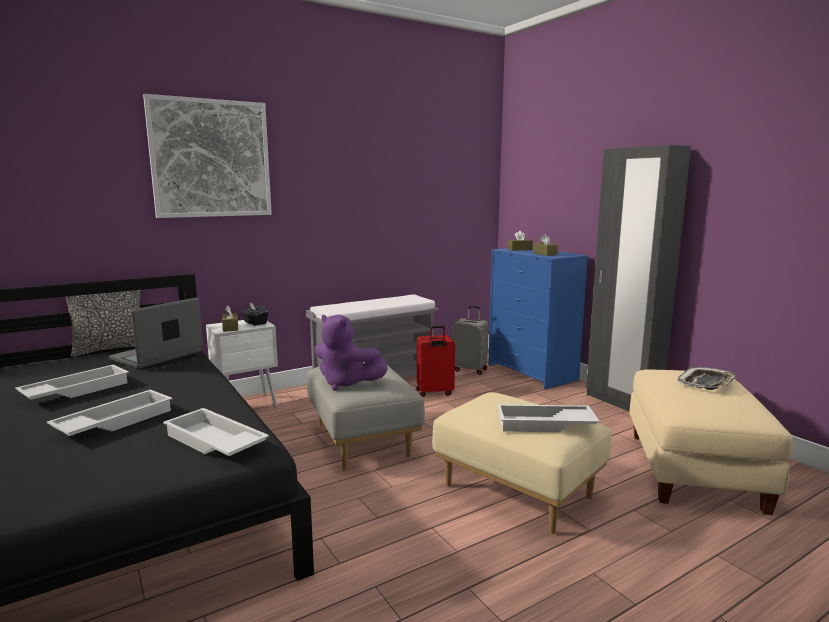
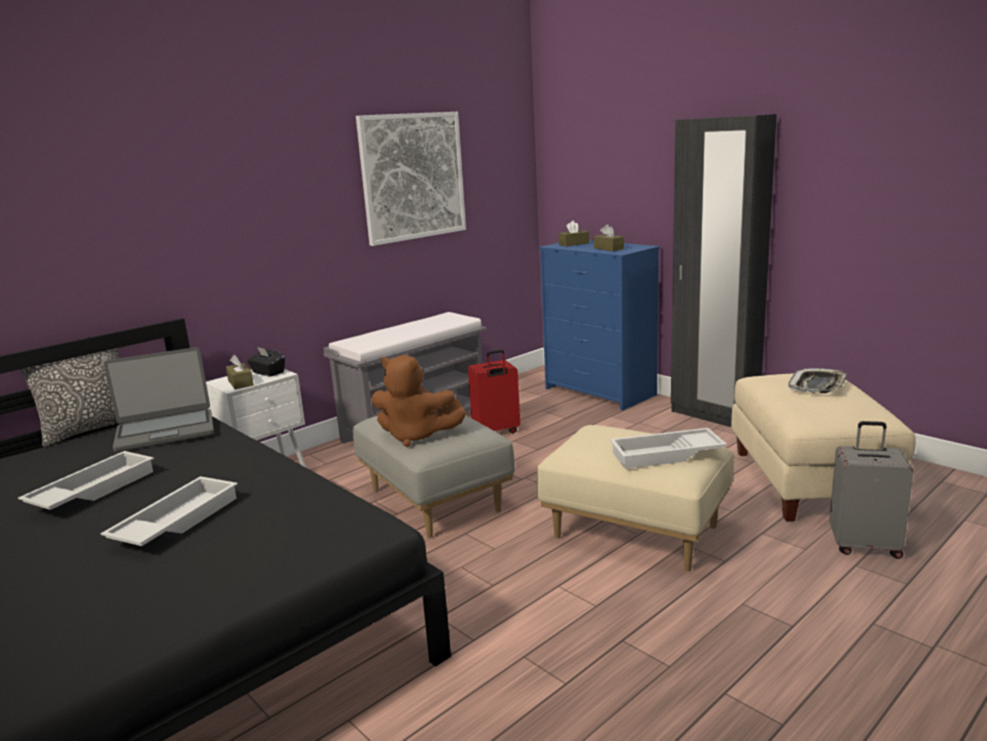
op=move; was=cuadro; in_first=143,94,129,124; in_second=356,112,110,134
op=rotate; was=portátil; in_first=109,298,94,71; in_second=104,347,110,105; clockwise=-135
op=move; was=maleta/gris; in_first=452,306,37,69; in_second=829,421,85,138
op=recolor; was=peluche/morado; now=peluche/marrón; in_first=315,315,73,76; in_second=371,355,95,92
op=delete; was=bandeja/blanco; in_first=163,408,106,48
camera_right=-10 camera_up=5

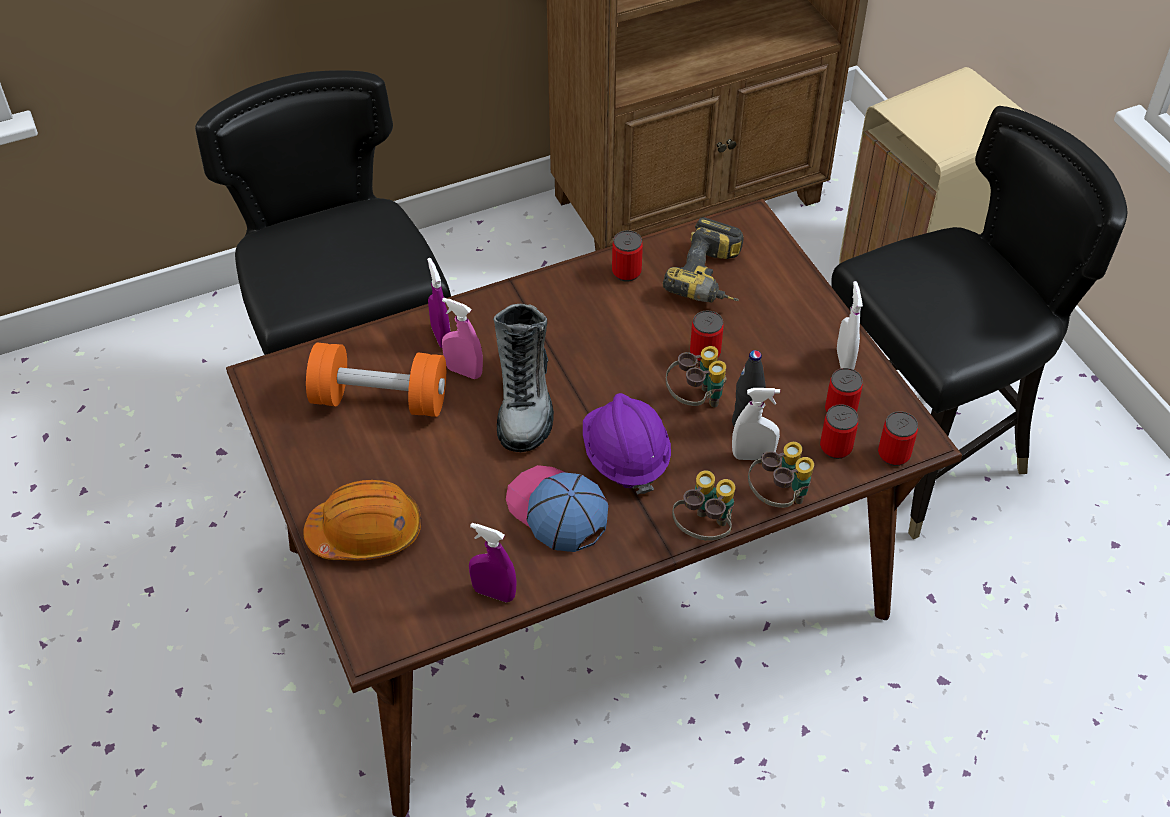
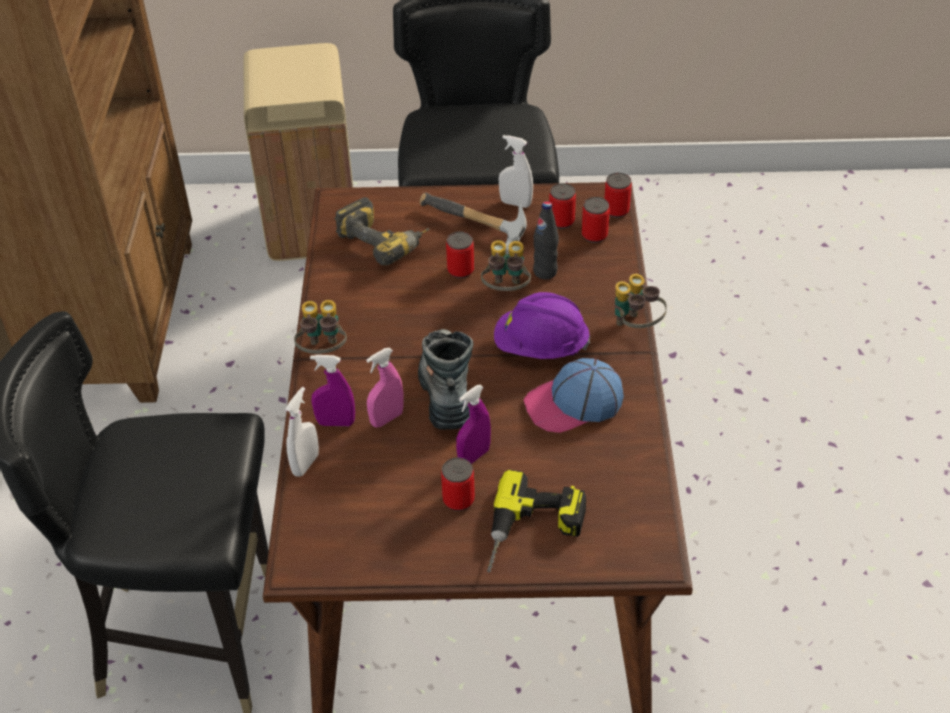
op=move; was=lata; in_first=612,230,31,52; in_second=441,458,34,53
op=rotate; was=bota; in_first=493,304,61,148; in_second=418,329,55,101; clockwise=-120
op=delete; was=mancuerna/naranja; in_first=306,342,140,75
op=move; was=pulverizador/blanco; in_first=732,388,48,72; in_second=285,387,34,90
op=move; was=prismáticos; in_first=748,442,66,66; in_second=294,300,53,54
op=replace; was=casco/naranja; now=taladro; in_first=303,480,118,81; in_second=487,470,99,102
op=move; was=pulverizador/morado; in_first=469,523,47,80; in_second=456,385,35,79
op=insert; now=martillo; in_second=420,193,107,62
camera_right=-65 camera_up=-5

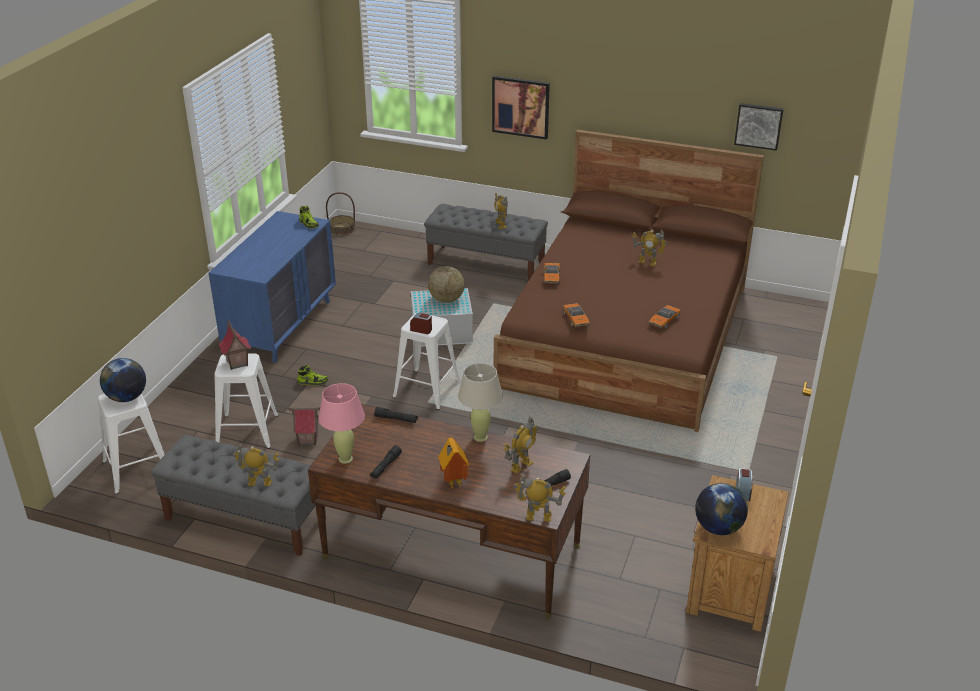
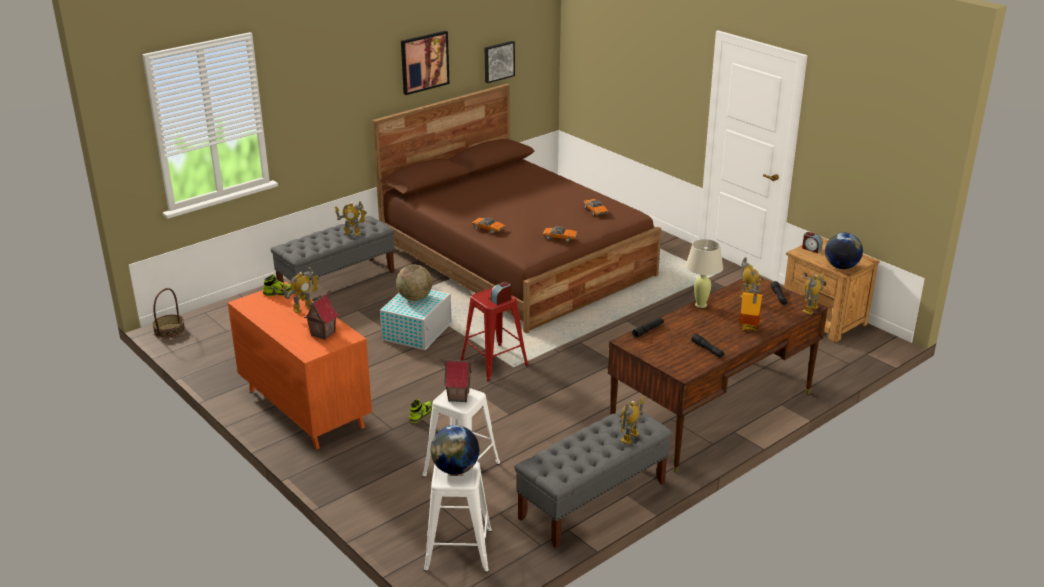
op=move; was=cuadro; in_first=492,76,58,64; in_second=401,31,49,64
op=recolor; was=cómoda/azul; now=cómoda/naranja; in_first=209,211,127,152; in_second=228,282,144,167
op=move; was=robot de juguete; in_first=632,230,36,37; in_second=282,266,38,47
op=recolor; was=taburete/blanco; now=taburete/rojo; in_first=393,312,68,98; in_second=460,287,69,95
op=delete; was=lámpara de mesa/rosa; in_first=318,383,47,81
op=move; was=casita; in_first=288,407,32,39; in_second=304,290,35,50
camera_right=-60 camera_up=-5

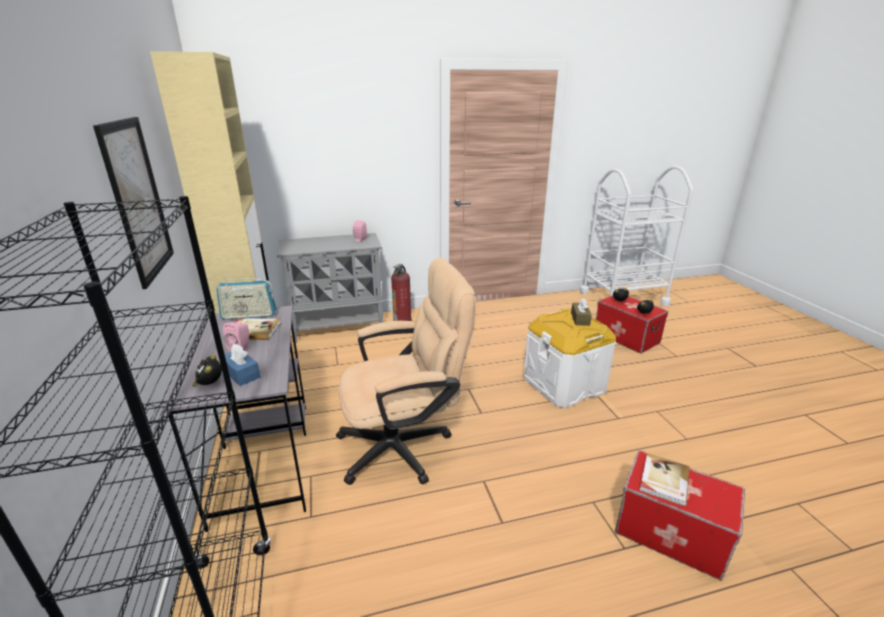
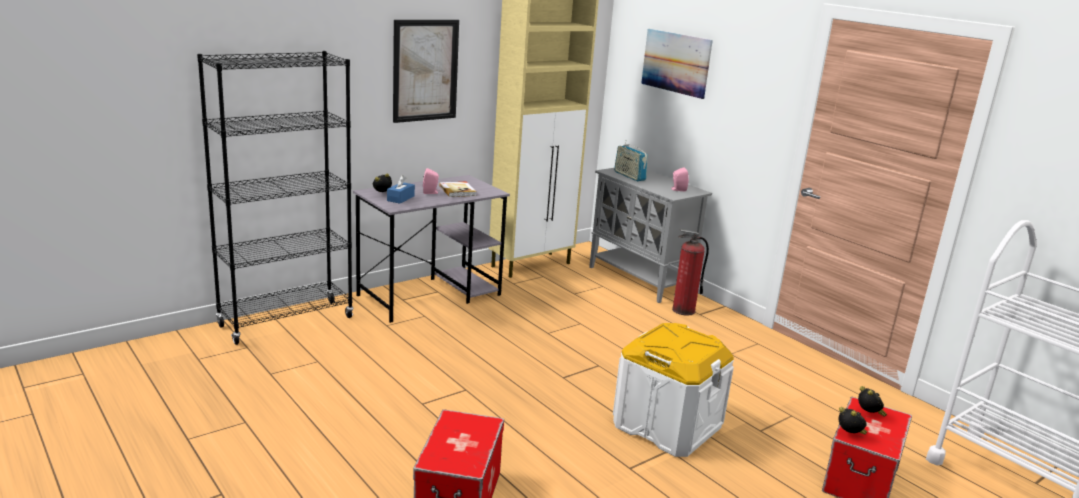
op=delete; was=silla de oficina/beis; in_first=336,258,140,227
op=move; was=radio; in_first=217,276,59,44; in_second=614,140,34,41
op=delete; was=caja de pañuelos/marrón; in_first=571,298,21,28
op=delete; was=libro; in_first=639,453,51,53
op=insert; now=cuadro; in_second=641,29,72,70
camera_right=65 camera_up=-5

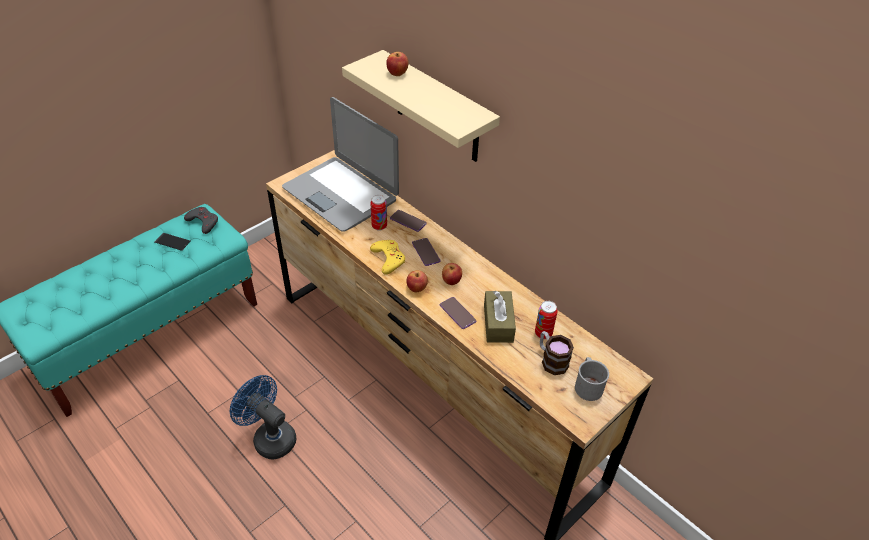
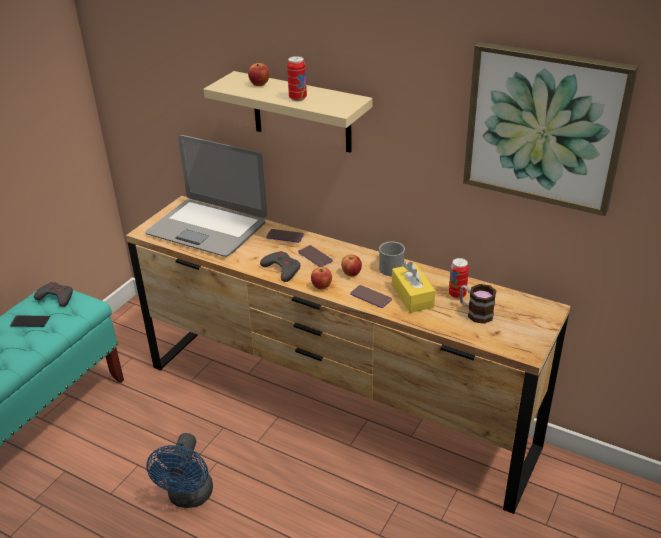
op=move; was=lata; in_first=370,195,17,36; in_second=287,56,20,45
op=recolor; was=mando de consola/amarillo; now=mando de consola/gris; in_first=370,240,35,35; in_second=260,251,40,31
op=recolor; was=caja de pañuelos/marrón; now=caja de pañuelos/amarillo; in_first=484,291,32,52; in_second=392,262,43,51
op=move; was=taza grande/gris; in_first=575,357,34,44; in_second=379,241,26,35
op=rotate; was=ventilador/azul; in_first=230,375,67,84; in_second=146,433,67,75; clockwise=-105
op=insert; now=cuadro; in_second=463,42,175,174
camera_right=-15 camera_up=-10

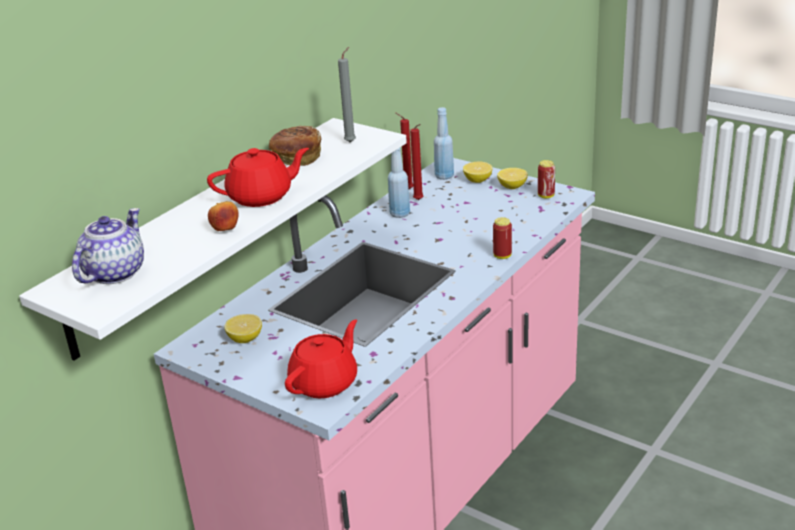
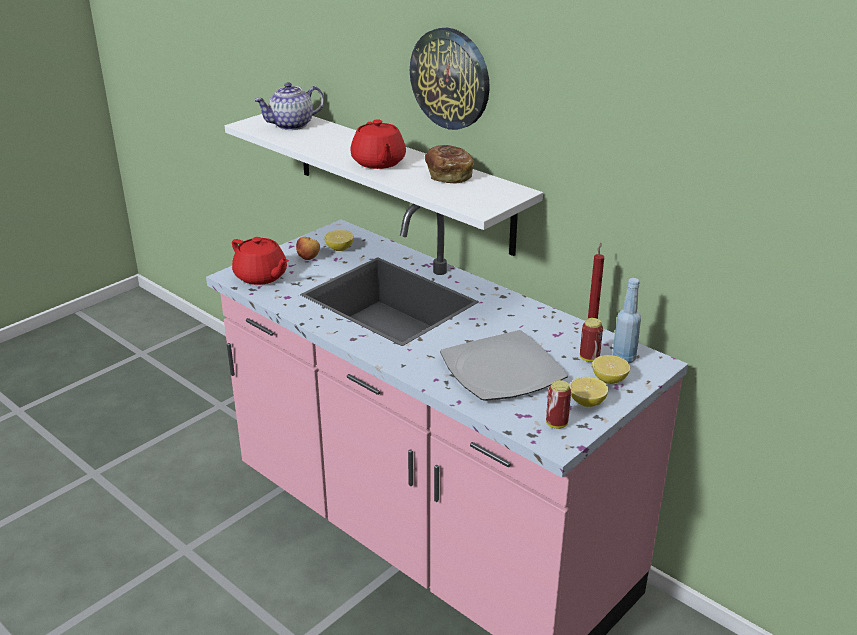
op=delete; was=vela/gris; in_first=338,47,18,96
op=delete; was=vela/rojo; in_first=410,124,14,76
op=delete; was=botella/azul; in_first=388,148,22,70
op=move; was=manzana; in_first=208,201,30,30; in_second=296,237,24,23
op=rotate; was=tetera; in_first=72,208,72,76; in_second=254,82,70,48; clockwise=120
op=move; was=lata; in_first=493,217,19,42; in_second=580,318,23,44
op=insert; now=reloj de pared; in_second=410,28,80,102
op=insert; now=plato; in_second=440,330,128,71
camera_right=95 camera_up=0

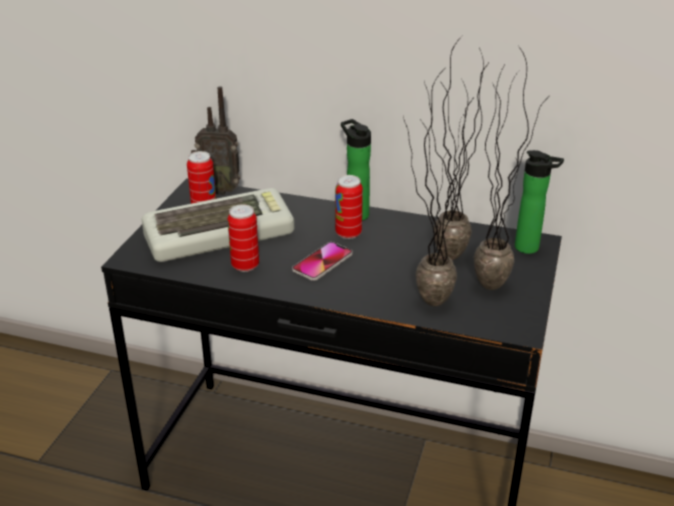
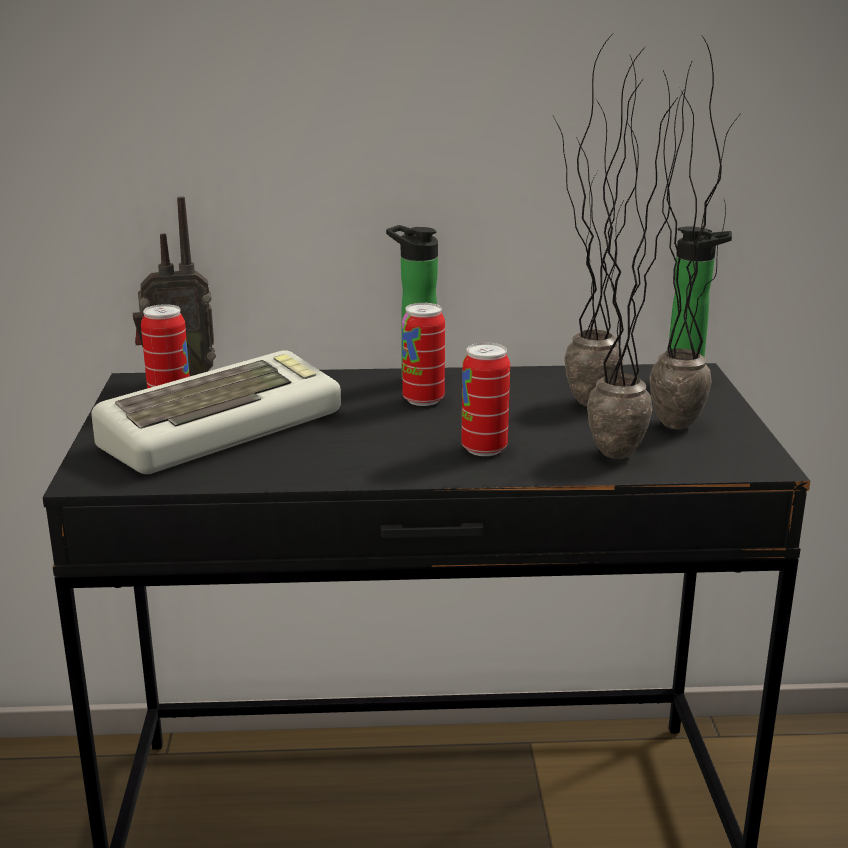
op=move; was=lata; in_first=228,204,31,68; in_second=461,343,49,113
op=delete; was=móvil; in_first=292,242,61,39
camera_right=-20 camera_up=-10

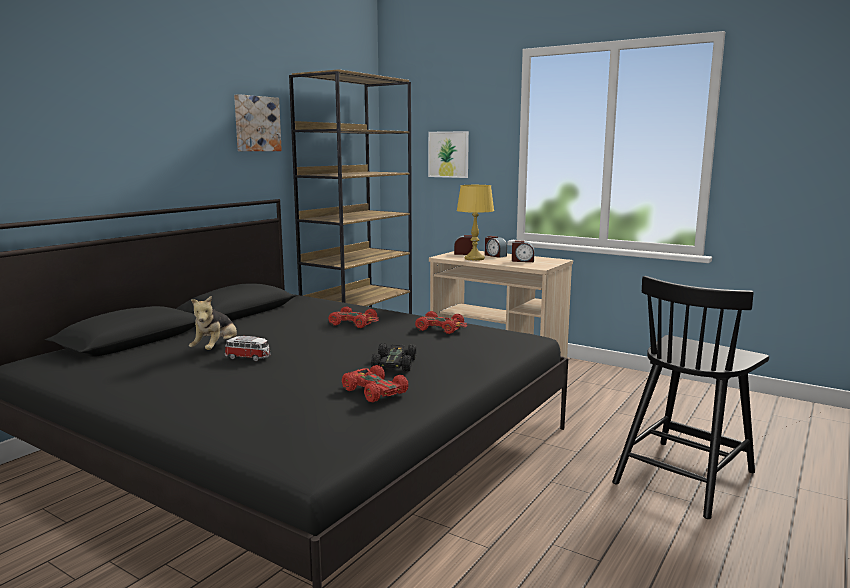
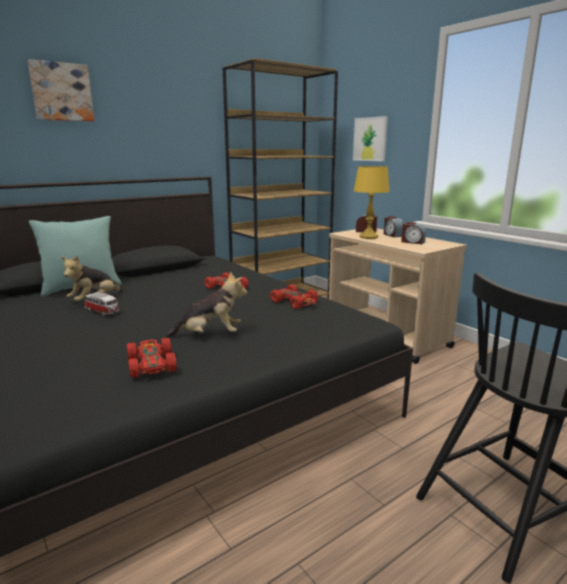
op=move; was=cuadro; in_first=234,94,48,57; in_second=28,59,66,62
op=replace; was=coche de juguete/negro; now=peluche; in_first=371,343,46,29; in_second=166,272,81,66
op=insert; now=cojín/turquesa; in_second=29,216,93,80
camera_right=20 camera_up=5

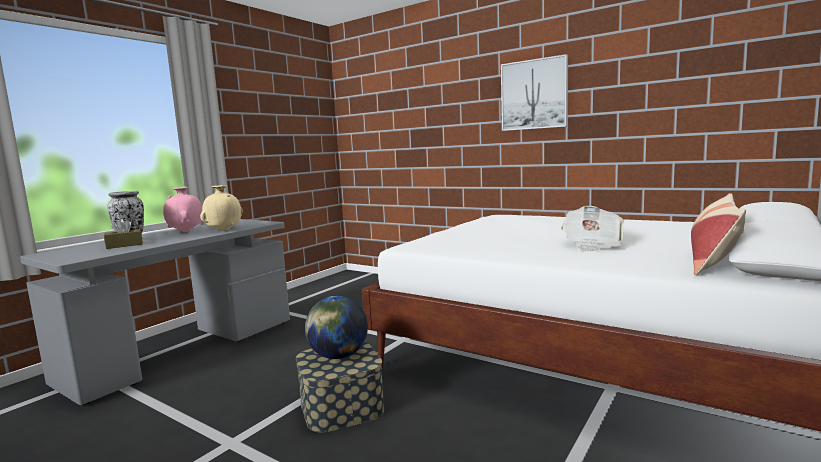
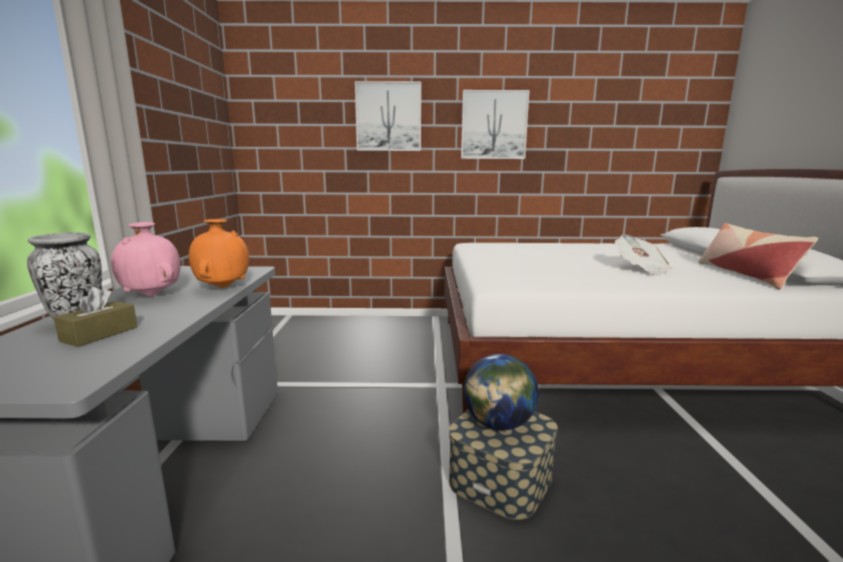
op=recolor; was=florero/beis; now=florero/naranja; in_first=200,185,43,46; in_second=189,219,60,69
op=insert; now=cuadro; in_second=355,81,66,70
camera_right=-35 camera_up=5

